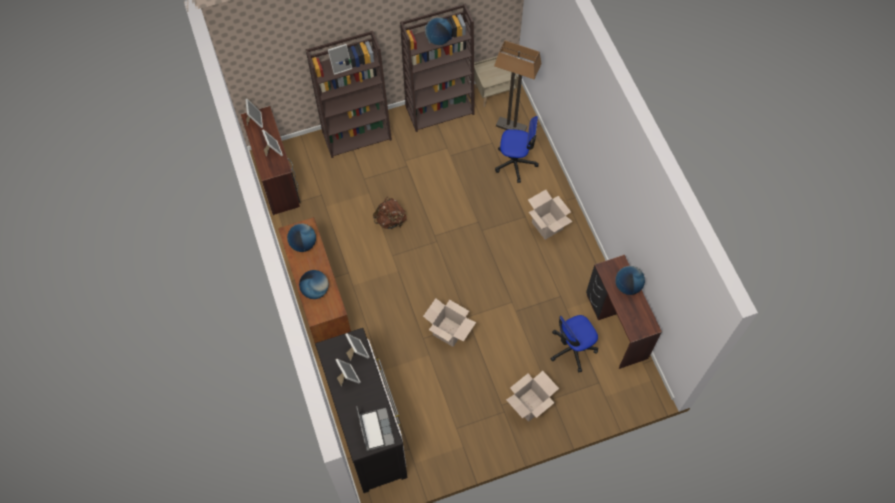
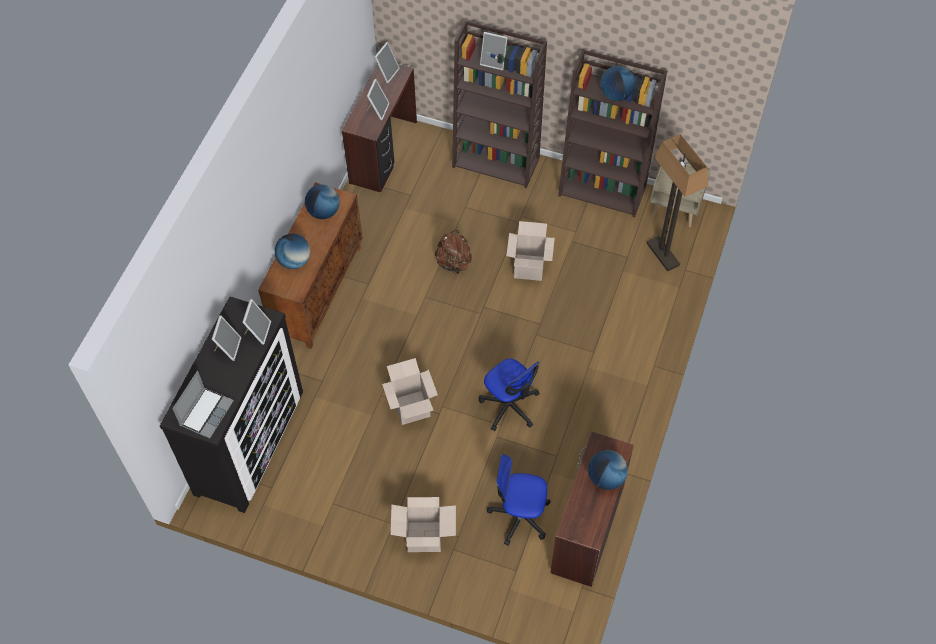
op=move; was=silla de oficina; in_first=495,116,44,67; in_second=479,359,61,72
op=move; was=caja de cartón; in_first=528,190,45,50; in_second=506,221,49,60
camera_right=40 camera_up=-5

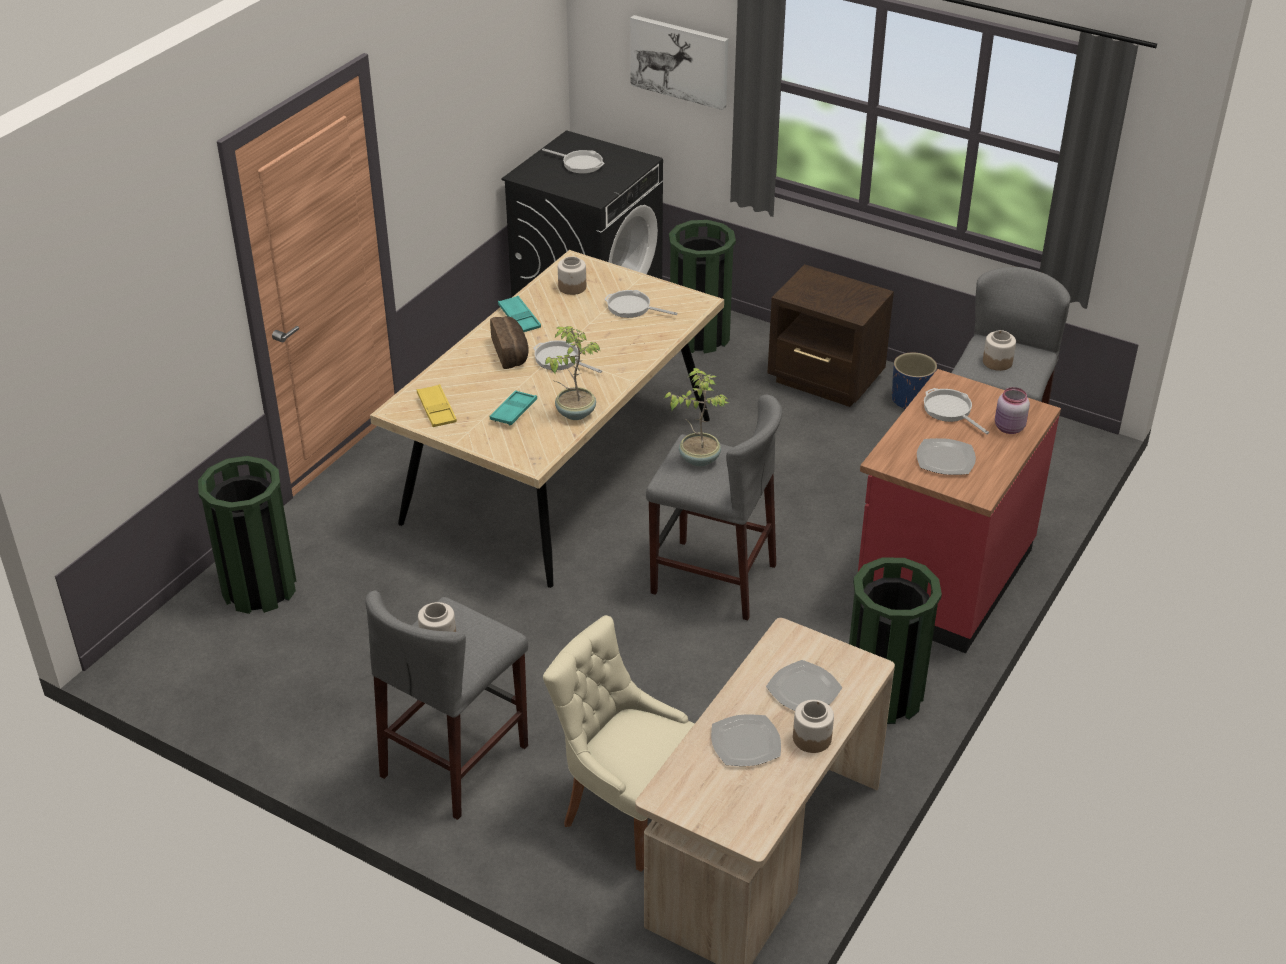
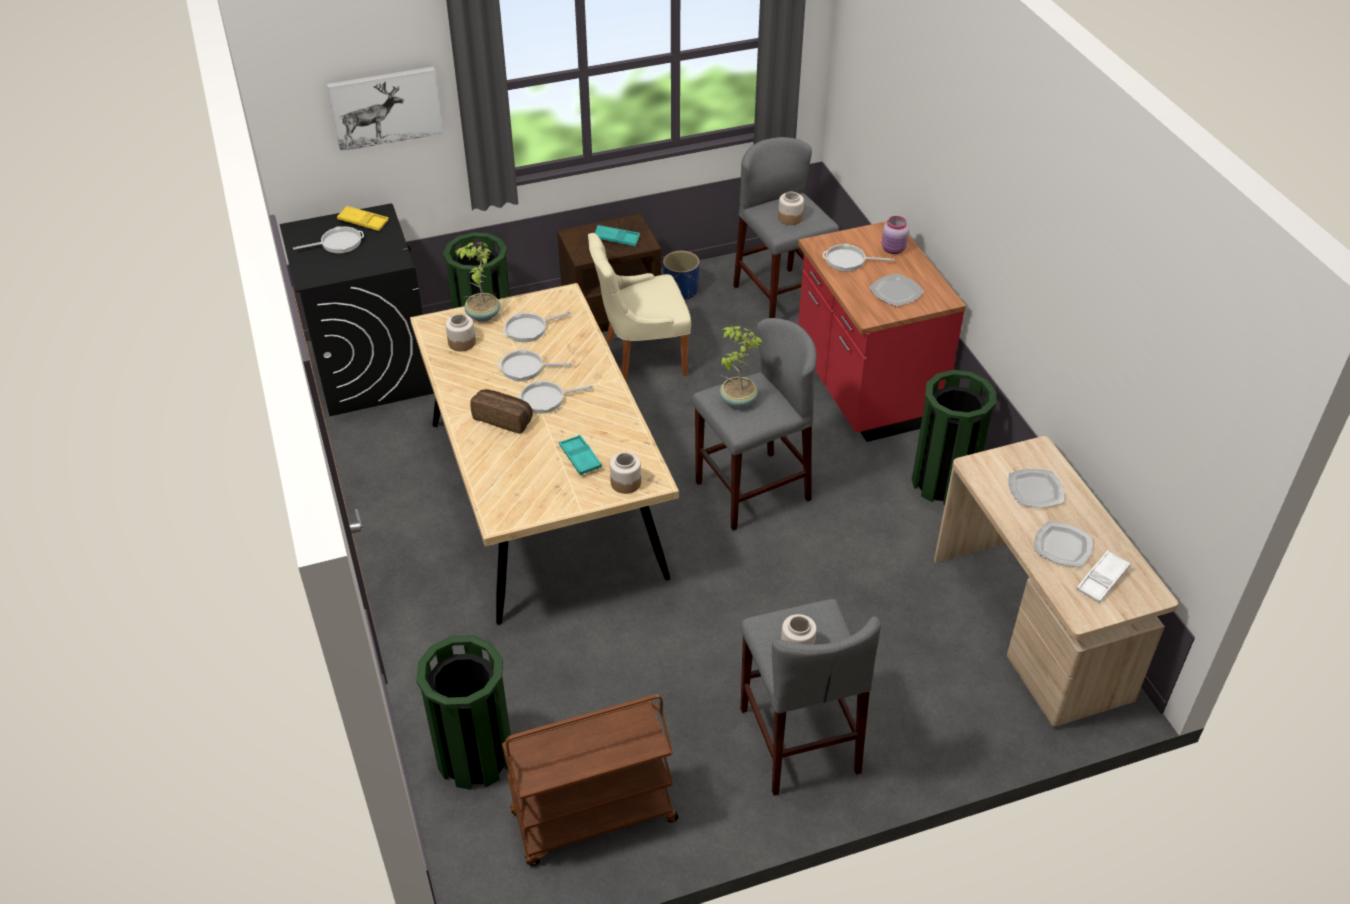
op=move; was=bandeja/turquesa; in_first=498,296,43,36; in_second=595,225,45,21
op=move; was=planta en maceta; in_first=545,326,55,94; in_second=455,242,45,80
op=move; was=bandeja/amarillo; in_first=417,384,40,43; in_second=337,206,52,25
op=move; was=silla/beis; in_first=543,615,152,257; in_second=588,233,103,148
op=move; was=tarro; in_first=793,700,41,53; in_second=610,452,31,42
op=insert; now=sartén; in_second=497,349,76,32
op=insert; now=bandeja/blanco; in_second=1076,551,55,52
op=insert; now=carrito/marrón; in_second=502,694,176,172
camera_right=-50 camera_up=5

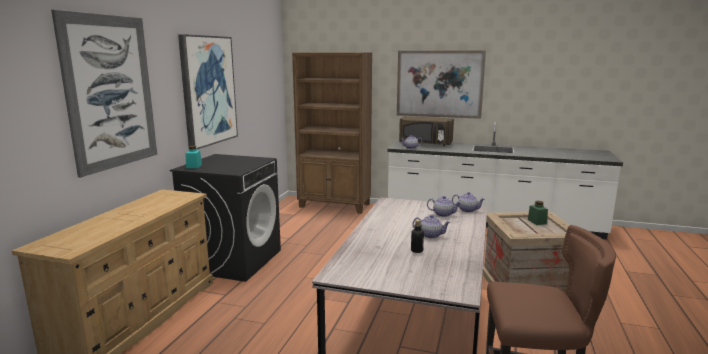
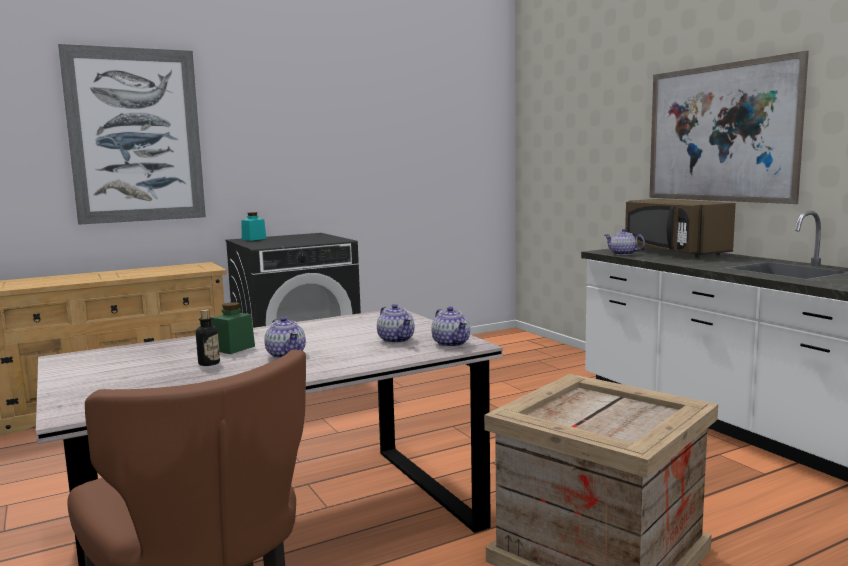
op=delete; was=cuadro; in_first=178,34,60,115
op=delete; was=estantería/marrón; in_first=292,53,80,161
op=move; was=tarro/verde; in_first=528,201,20,24; in_second=212,302,43,52
camera_right=45 camera_up=-5

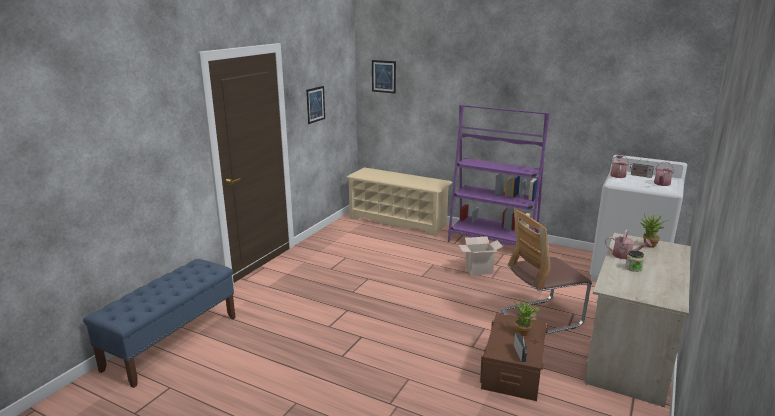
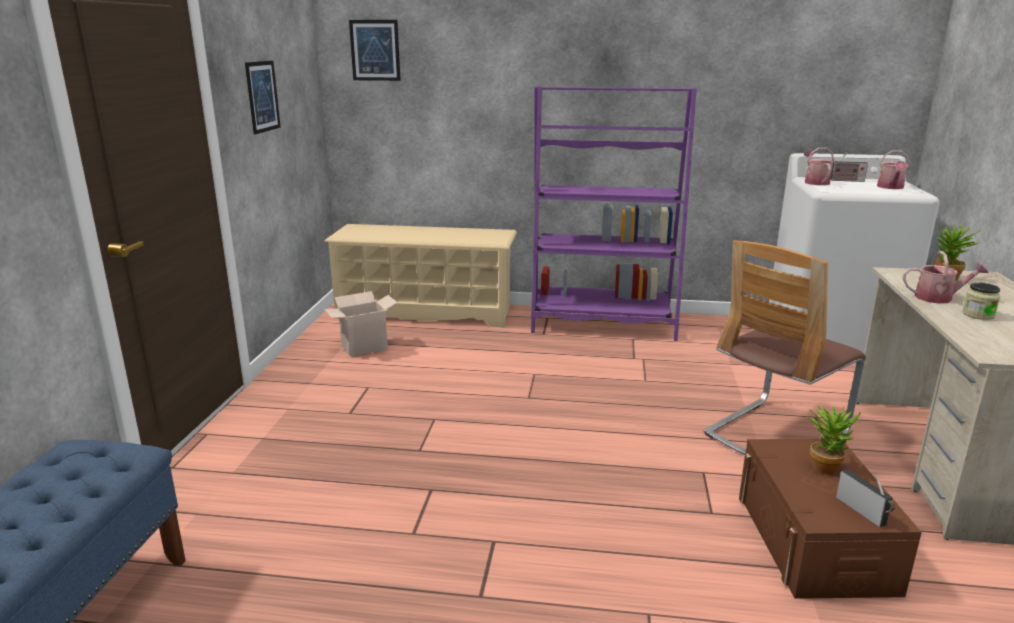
op=move; was=caja de cartón; in_first=459,236,44,39; in_second=324,291,74,66
camera_right=-20 camera_up=0

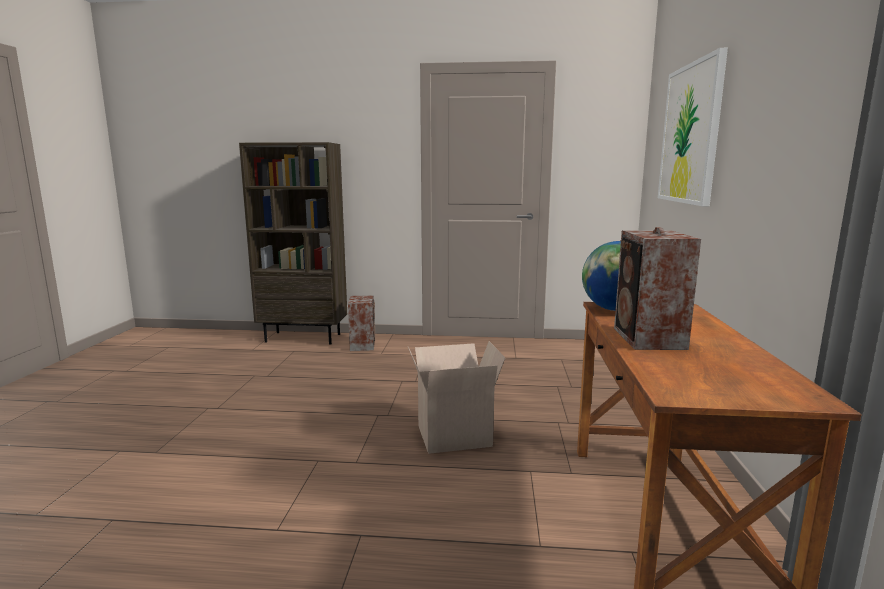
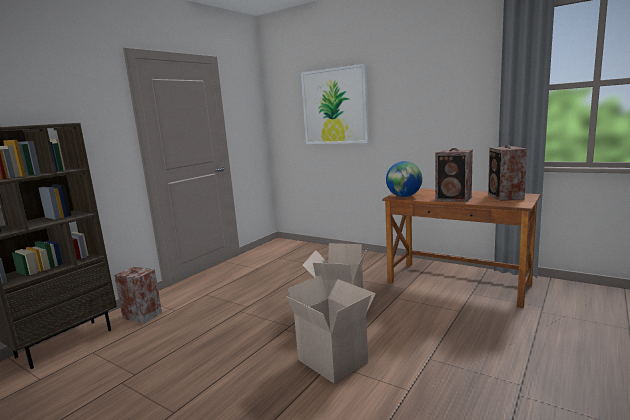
op=insert; now=altavoz; in_second=488,145,39,56
op=insert; now=caja de cartón; in_second=286,275,90,108
camera_right=-60 camera_up=0

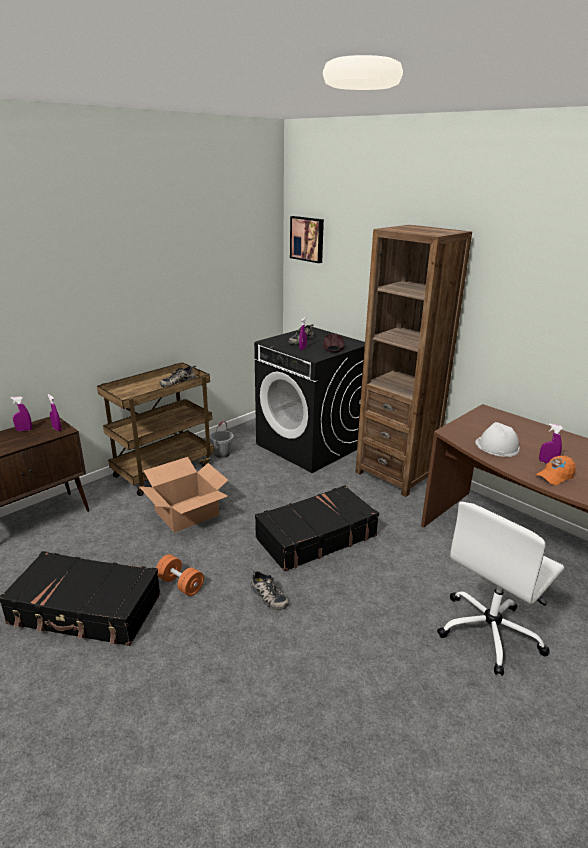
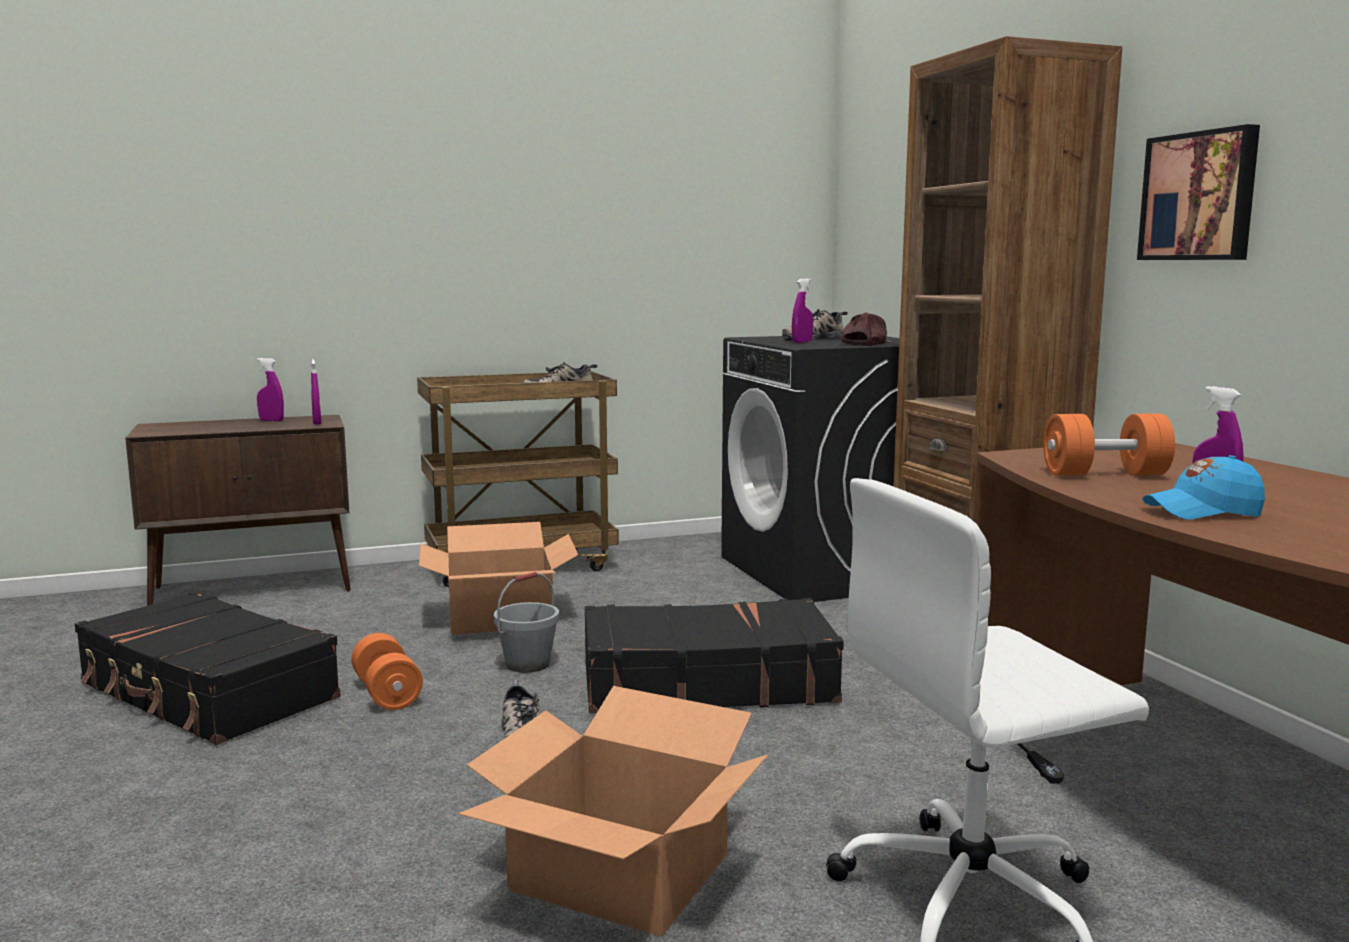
op=move; was=cuadro; in_first=290,216,34,47; in_second=1137,124,123,136
op=move; was=cubo/gris; in_first=210,421,24,37; in_second=494,572,65,101
op=replace; was=casco/blanco; now=mancuerna/naranja; in_first=475,422,45,35; in_second=1044,414,131,62
op=recolor; was=gorra/naranja; now=gorra/azul; in_first=536,456,40,29; in_second=1142,455,123,65
op=insert; now=caja de cartón; in_second=458,686,310,250
camera_right=25 camera_up=-15

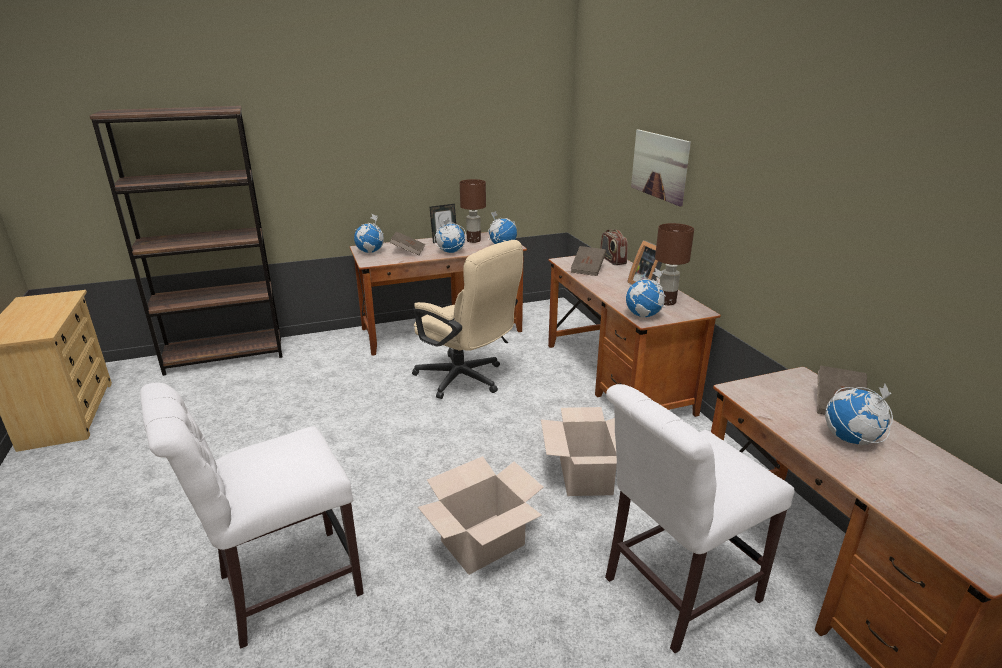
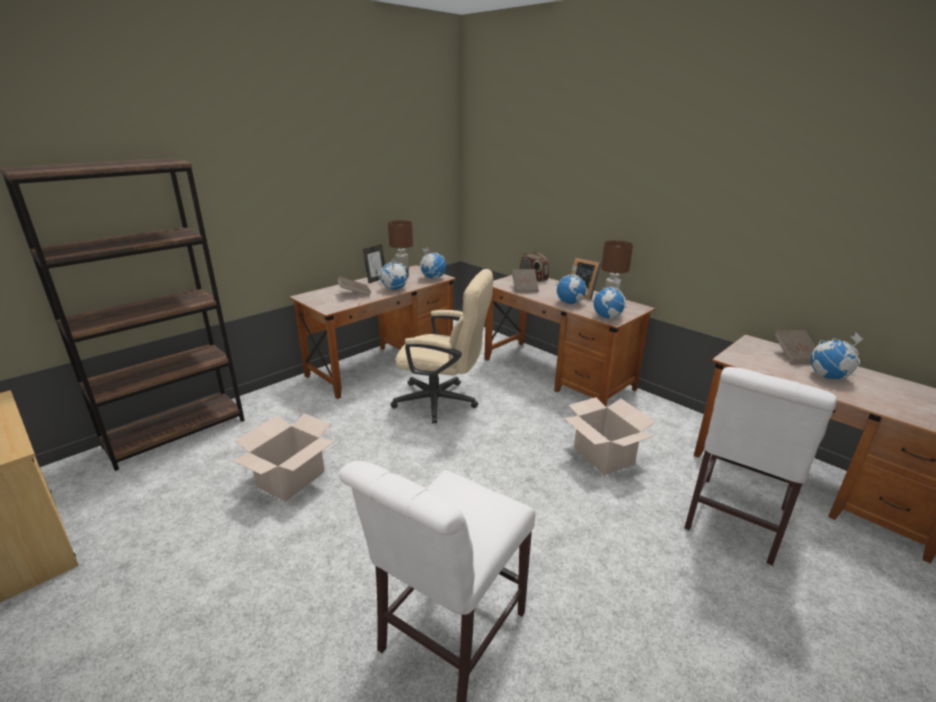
op=delete; was=cuadro; in_first=631,129,60,77
op=move; was=globo terráqueo; in_first=354,214,30,39; in_second=556,265,32,39
op=move; was=caja de cartón; in_first=418,456,126,119; in_second=232,413,102,89
camera_right=-25 camera_up=0

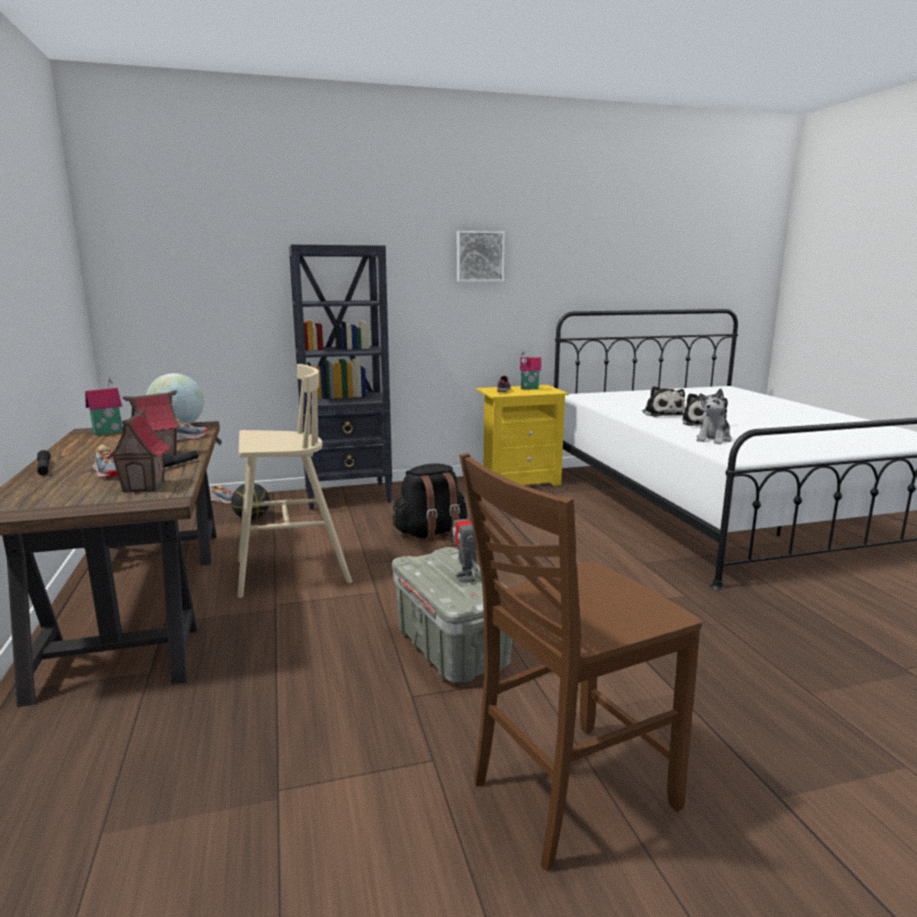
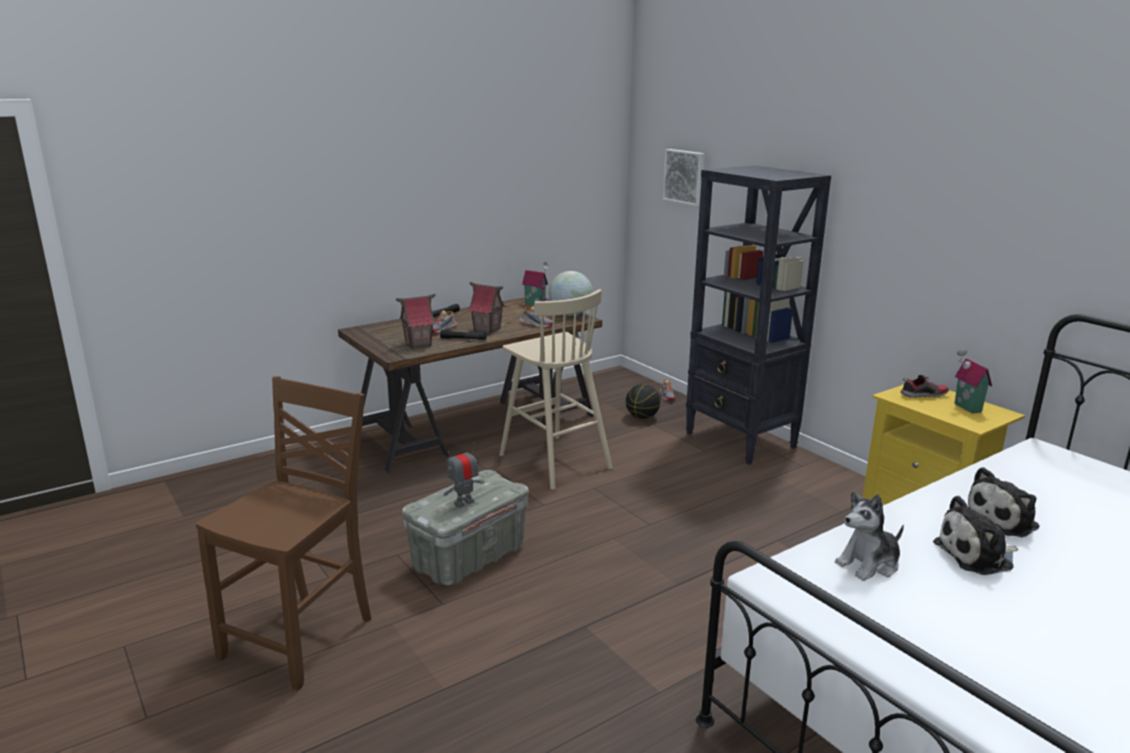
op=move; was=cuadro; in_first=457,231,48,51; in_second=663,149,42,57
op=rotate; was=peluche; in_first=696,389,36,55; in_second=835,491,69,90; clockwise=-45
op=rotate; was=silla/marrón; in_first=460,453,242,418; in_second=196,376,175,314; clockwise=75
op=delete; was=mochila/negro; in_first=391,463,76,80
camera_right=70 camera_up=5

